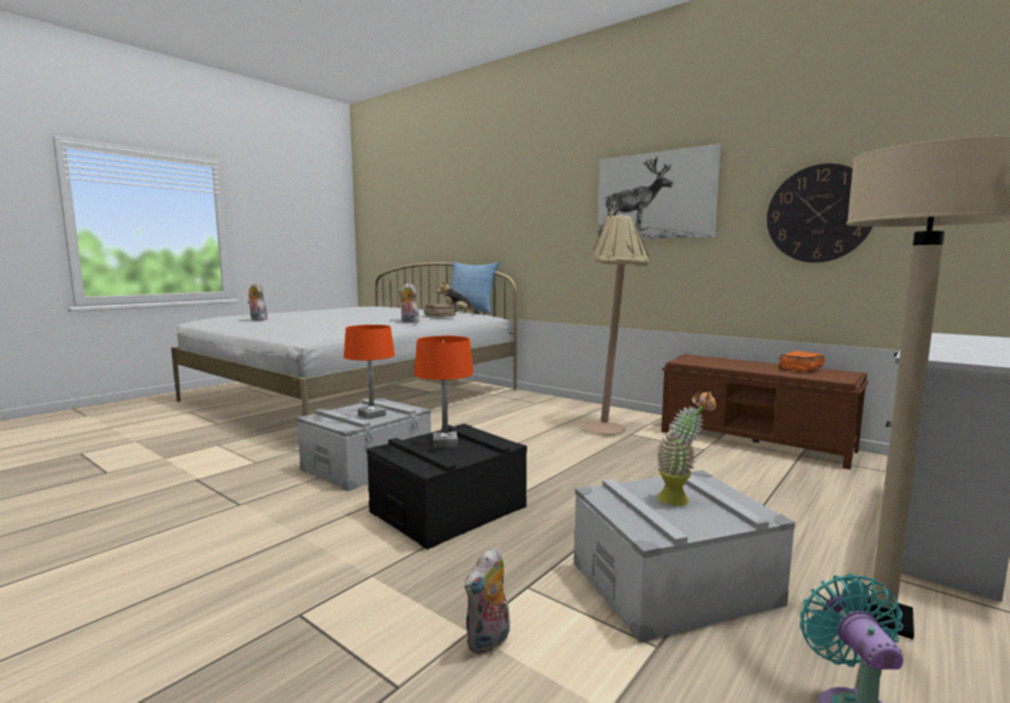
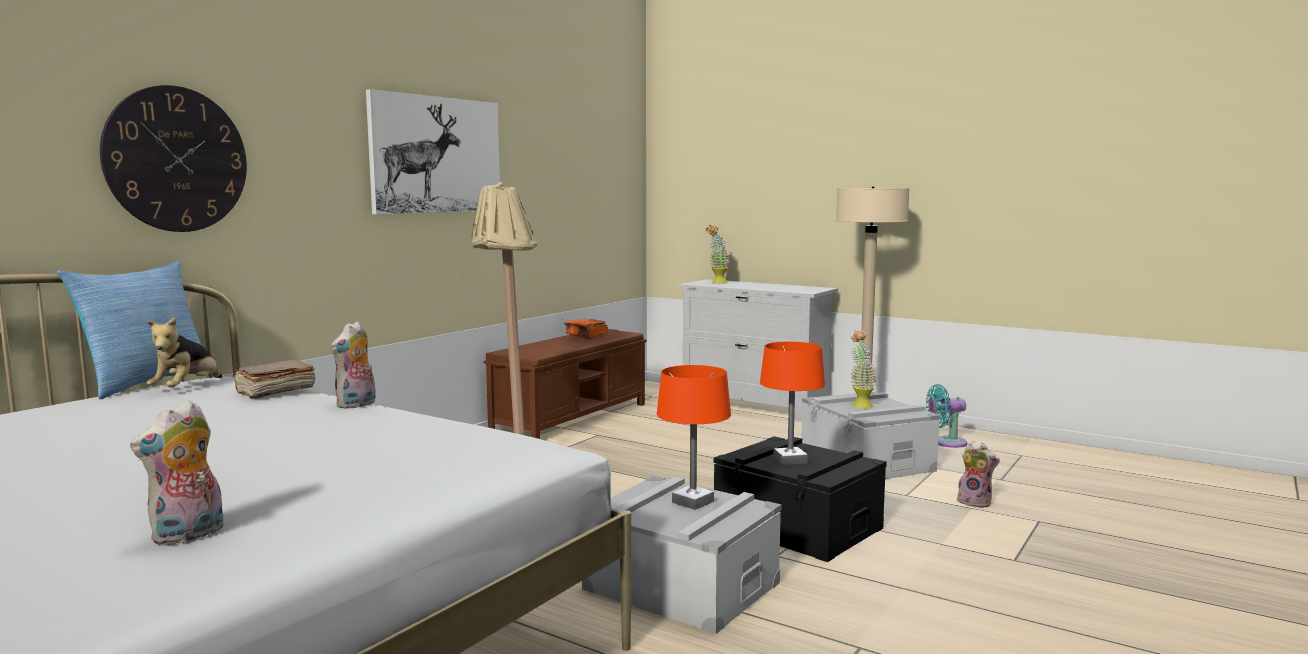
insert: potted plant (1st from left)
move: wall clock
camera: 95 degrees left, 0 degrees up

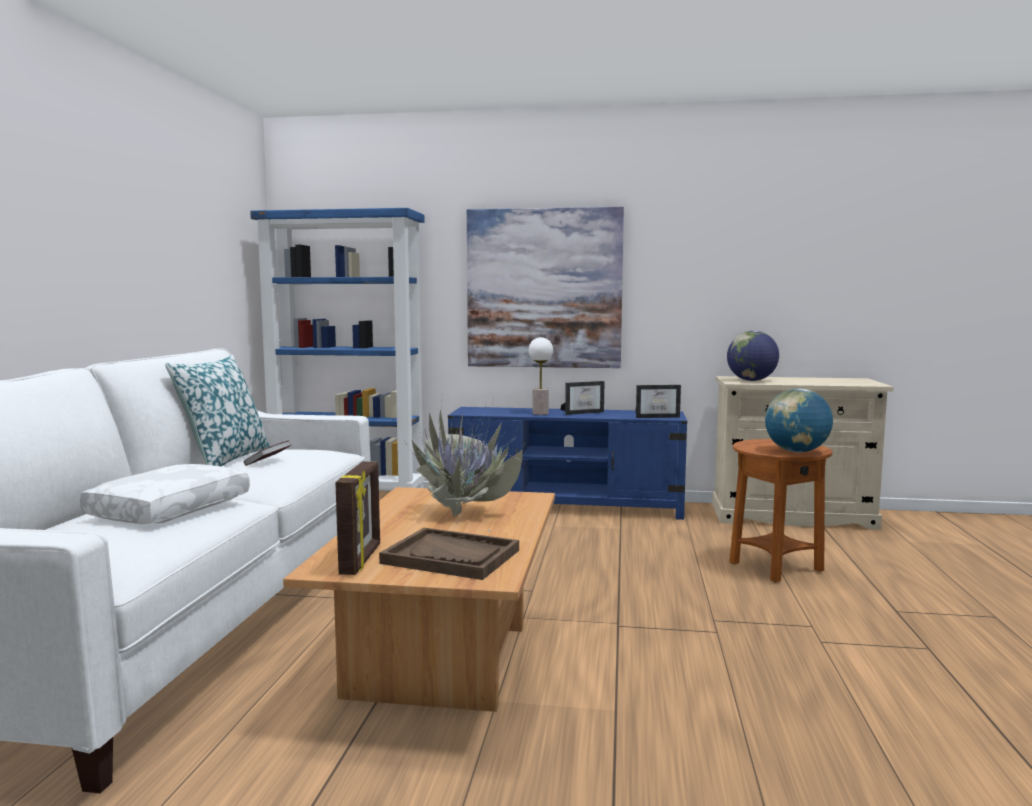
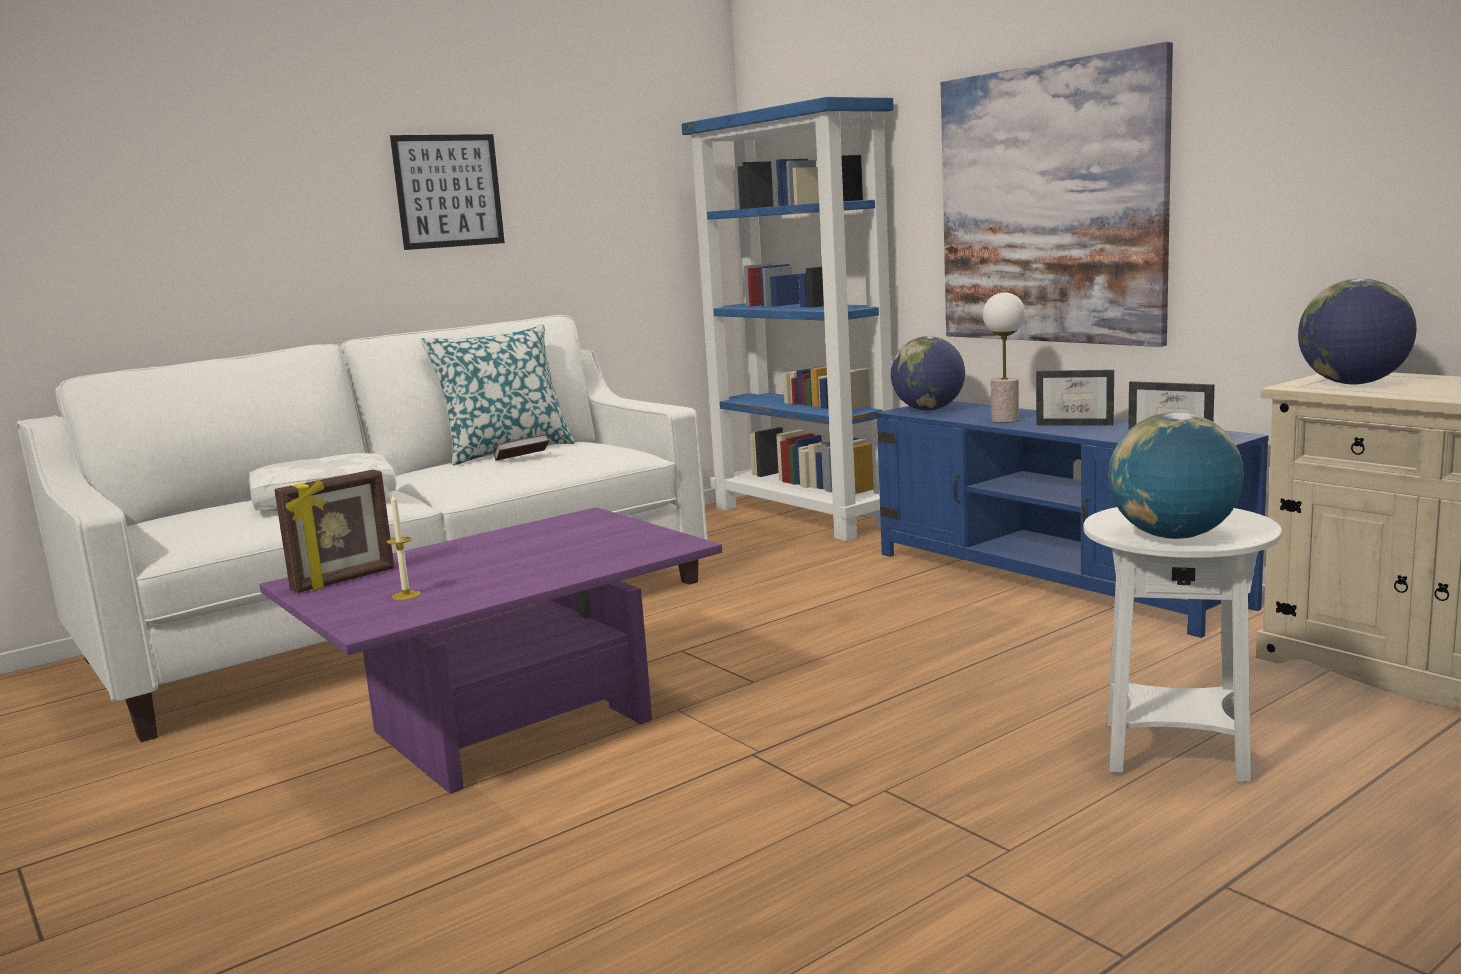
delete: potted plant
insert: picture (1st from left); globe (1st from left)
replace: tray in brown to candle
recolor: coffee table in brown to coffee table in purple; side table in brown to side table in white
camera: 45 degrees right, 5 degrees up

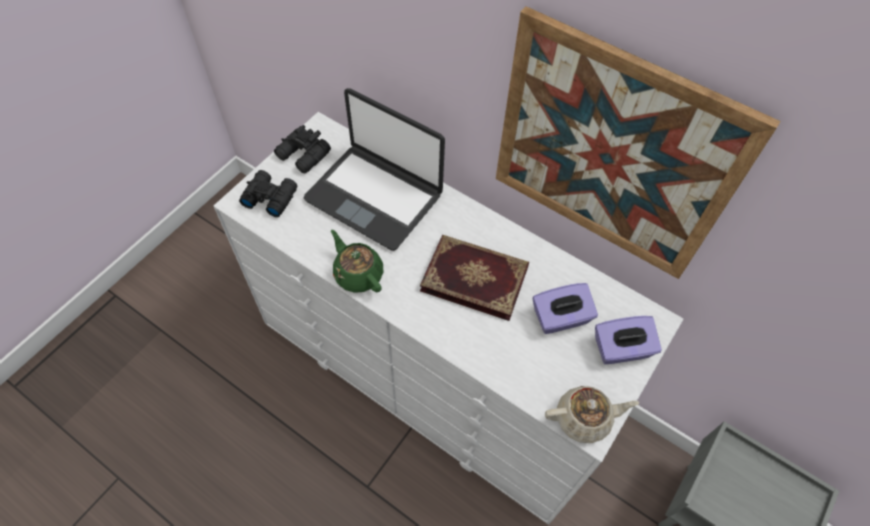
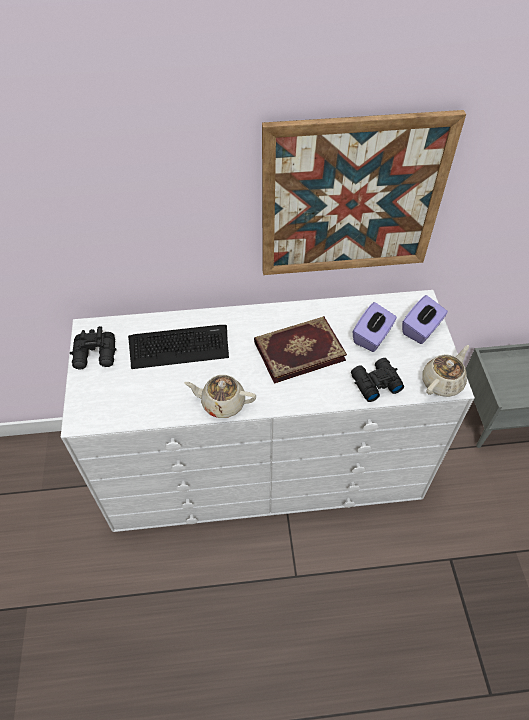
move: binoculars in black (1st from left in the first image) to binoculars in black (2nd from left)
replace: laptop to keyboard
recolor: teapot in green to teapot in beige (1st from left)
camera: 40 degrees left, 5 degrees down

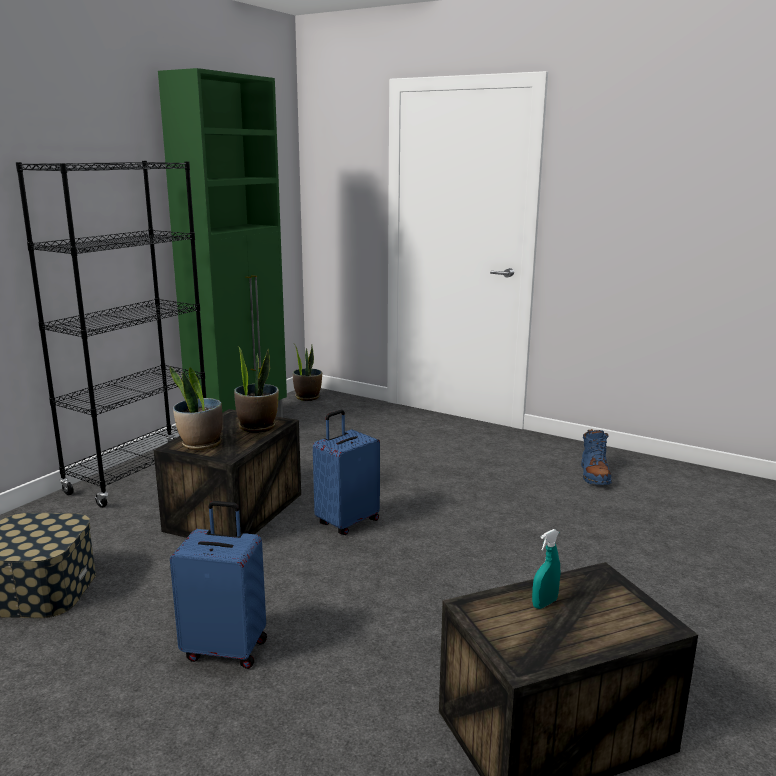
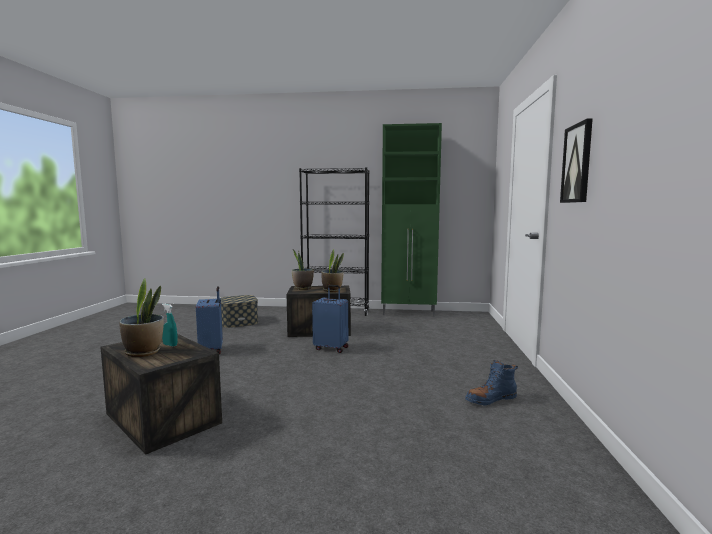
insert: picture
move: potted plant (3rd from left in the first image) to potted plant (1st from left)
camera: 65 degrees right, 10 degrees down

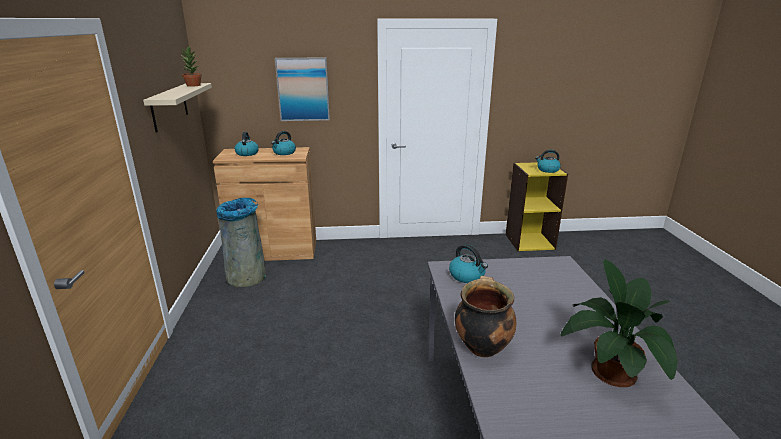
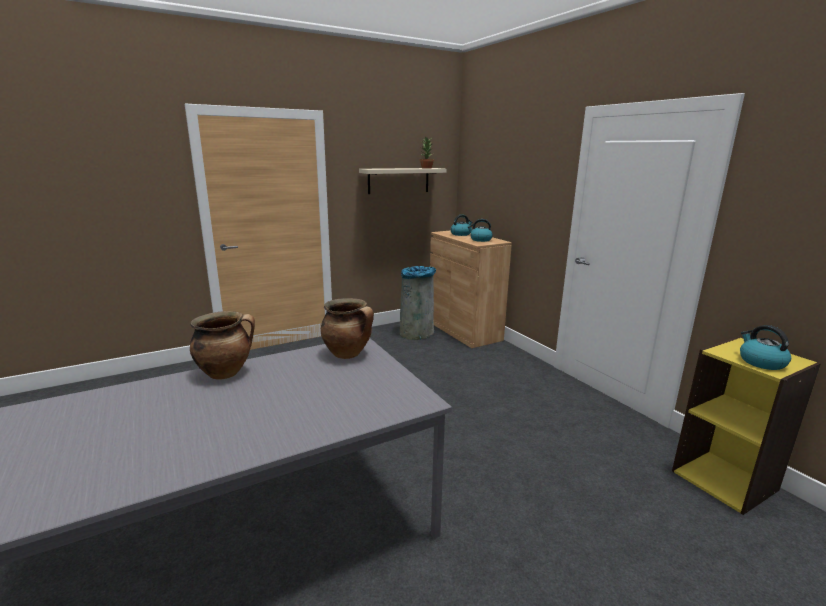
delete: picture; potted plant (2nd from left)
replace: kettle (3rd from left) to cooking pot (2nd from left)
camera: 65 degrees right, 5 degrees down

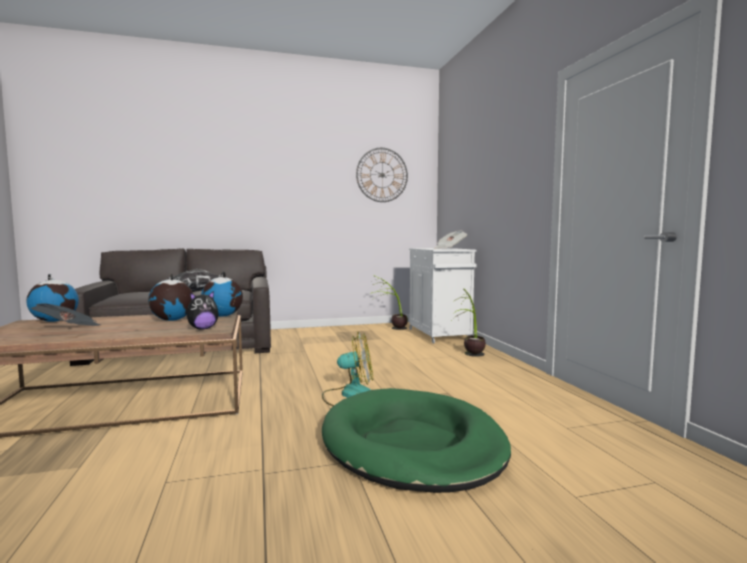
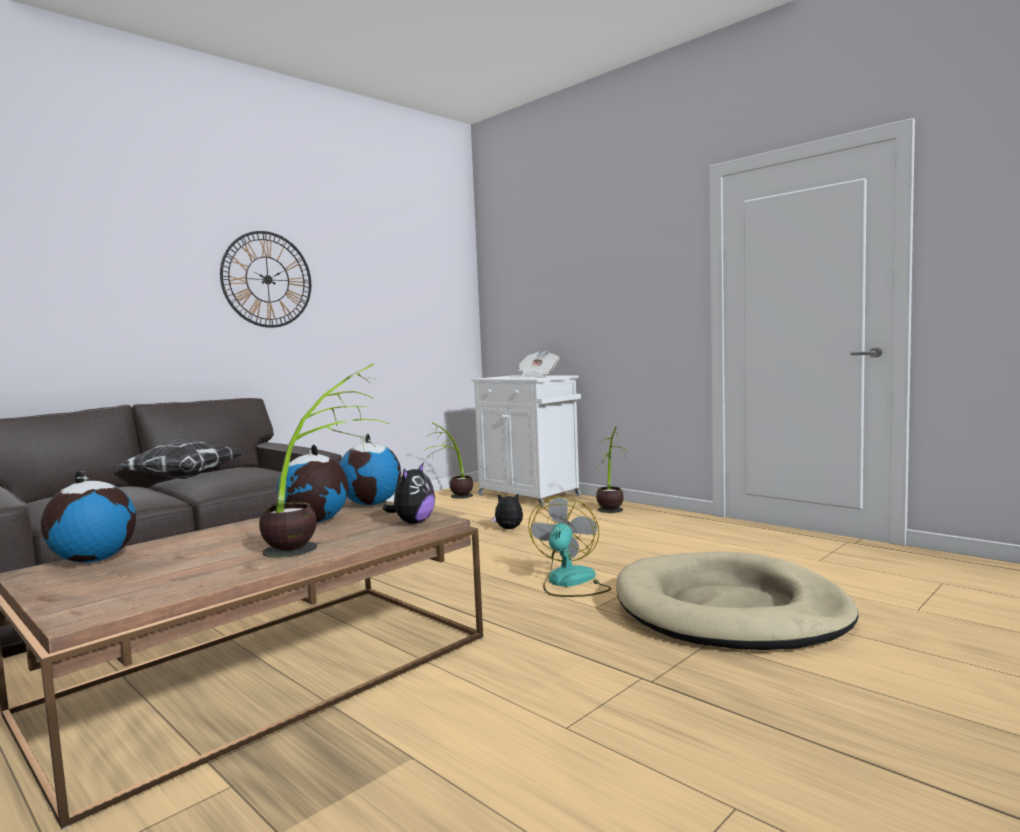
delete: newspaper (1st from left)
insert: potted plant (1st from left); plush toy (2nd from left)
move: wall clock
recolor: dog bed in green to dog bed in beige
rotate: fan 45 degrees counterclockwise
camera: 30 degrees left, 0 degrees up

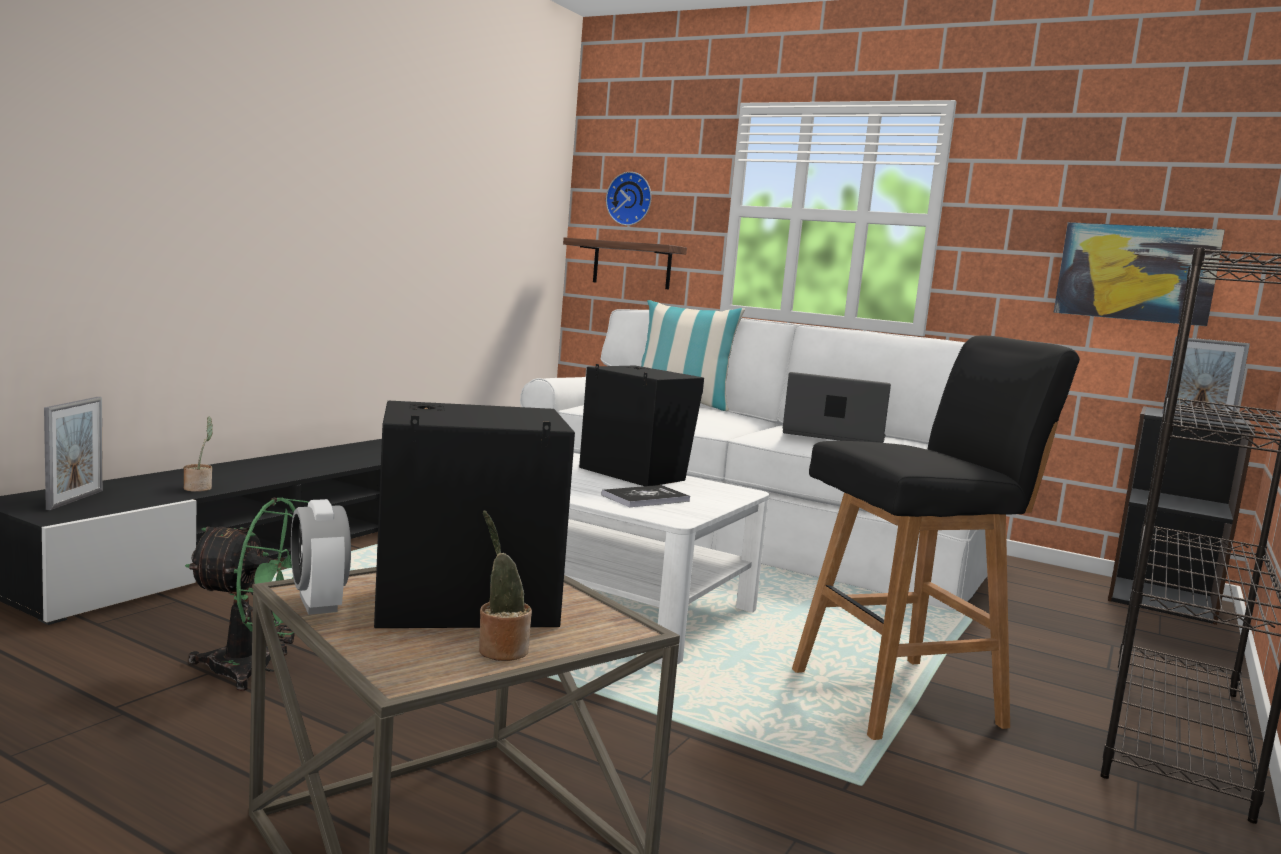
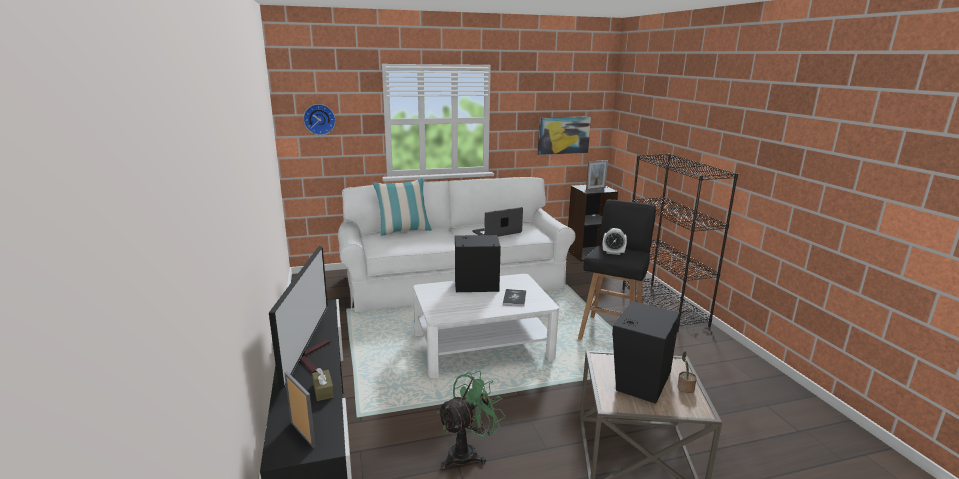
delete: shelf
insert: television
move: alarm clock
replace: potted plant (1st from left) to tissue box in brown
camera: 45 degrees left, 10 degrees up

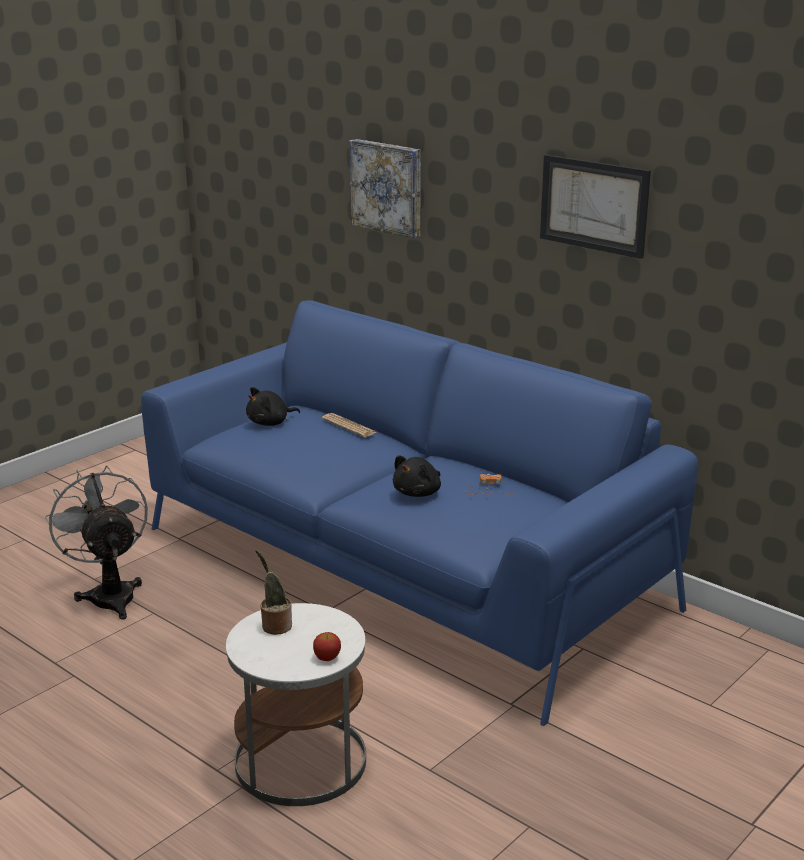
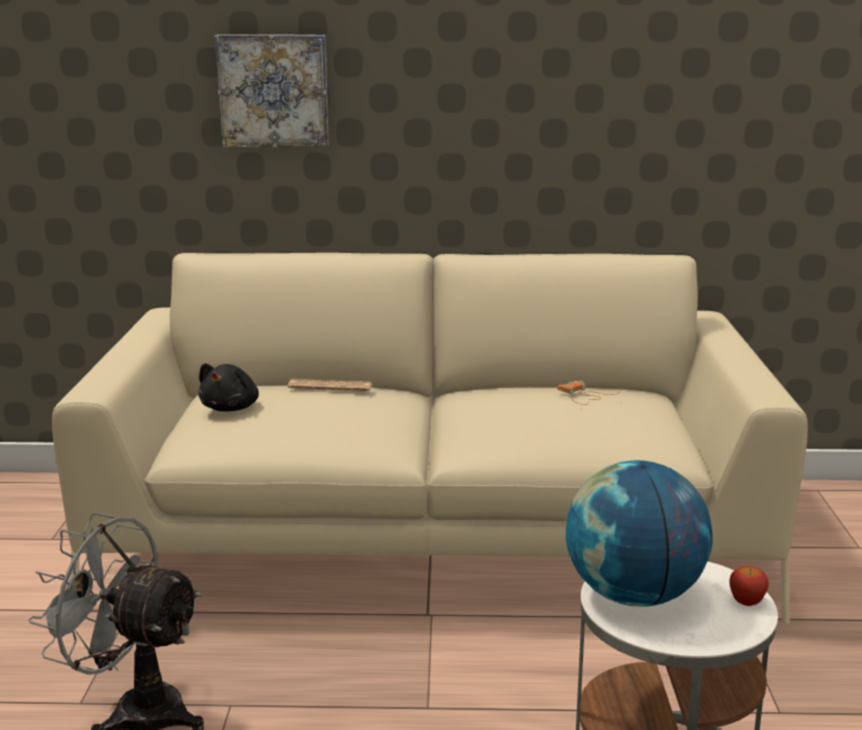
delete: plush toy in black (2nd from left); picture (2nd from left)
replace: potted plant to globe
recolor: sofa in blue to sofa in beige
camera: 40 degrees left, 5 degrees down

